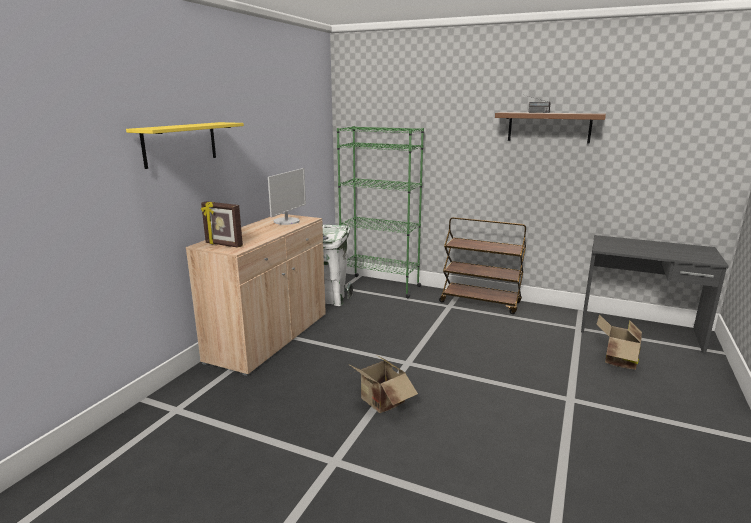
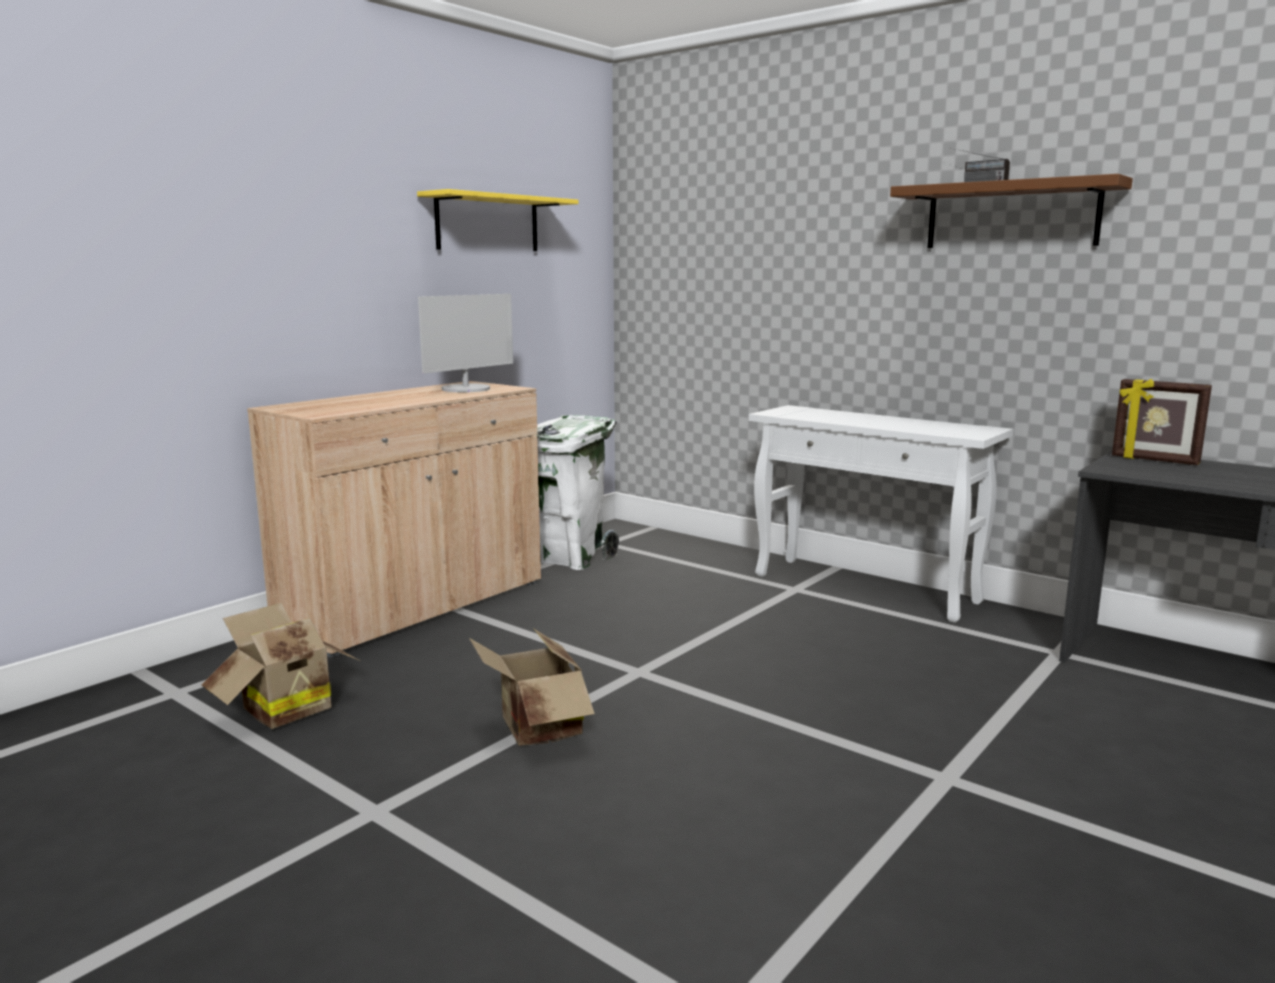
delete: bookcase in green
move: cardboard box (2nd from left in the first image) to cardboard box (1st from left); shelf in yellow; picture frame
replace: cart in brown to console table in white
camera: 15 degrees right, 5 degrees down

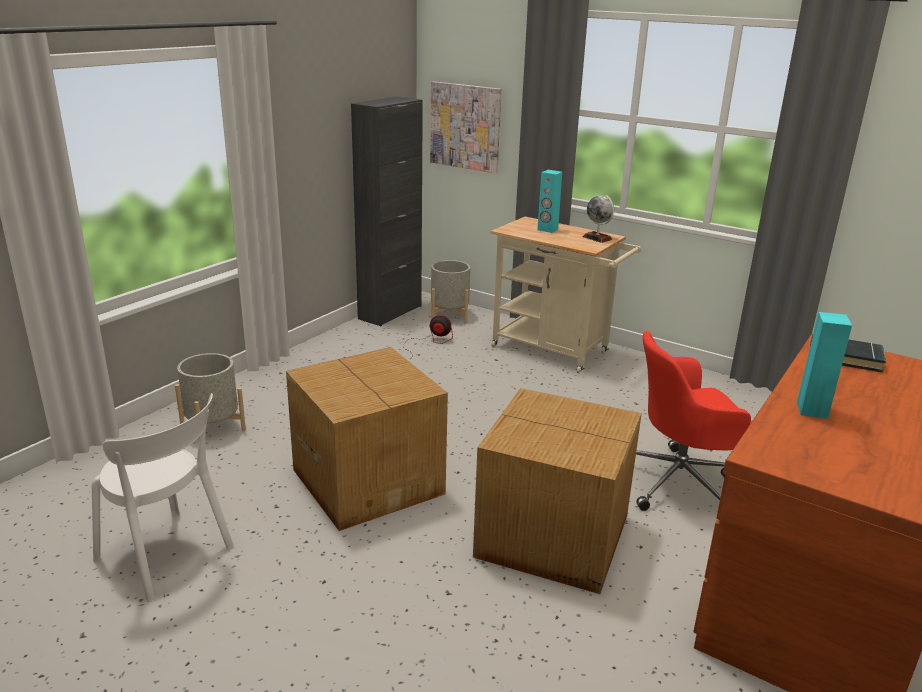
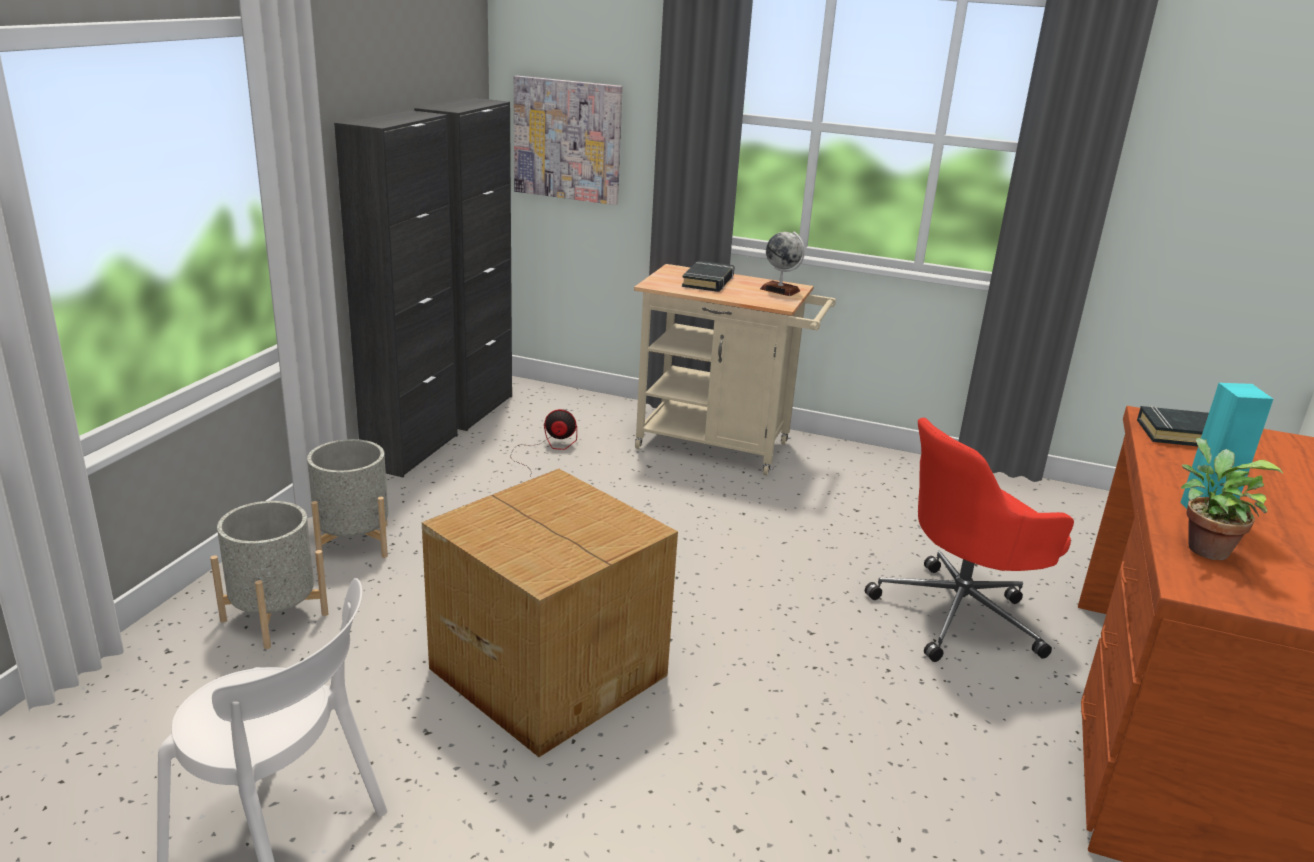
delete: cardboard box (2nd from left)
insert: cabinet in black (1st from left); potted plant
move: planter in grey (2nd from left)
replace: speaker in turquoise (1st from left) to book in black (1st from left)
camera: 15 degrees left, 0 degrees up

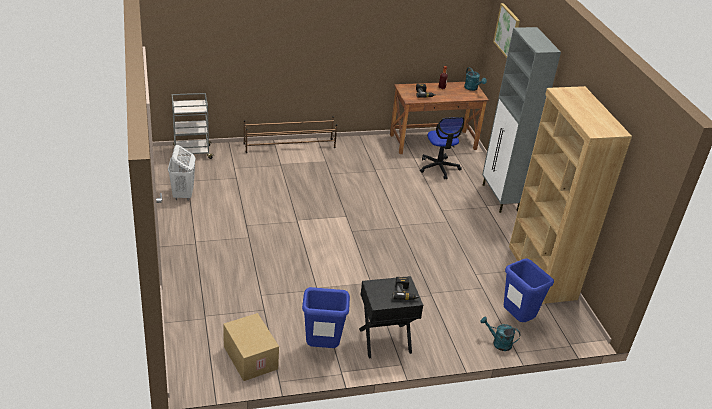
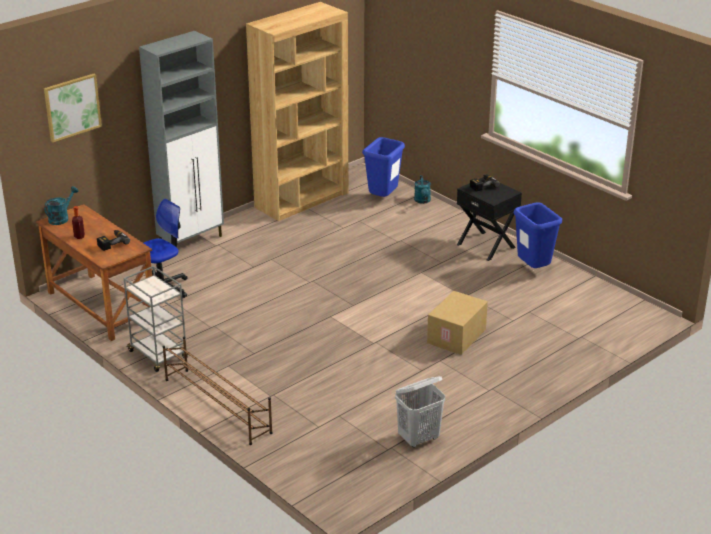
move: cart in grey; cardboard box
camera: 115 degrees left, 5 degrees down

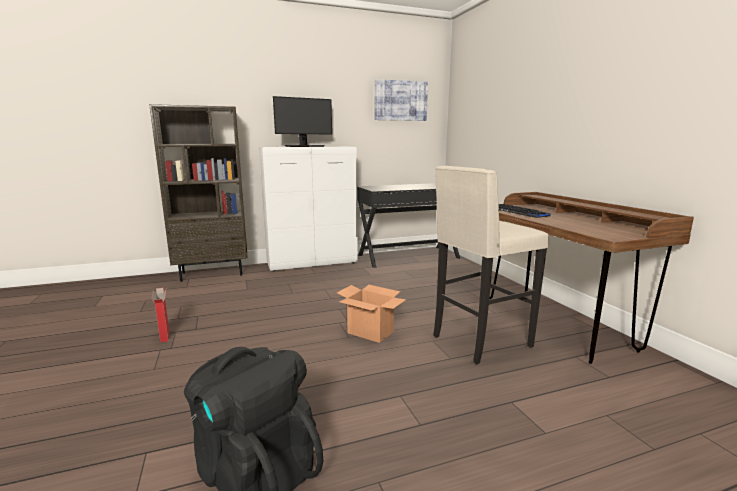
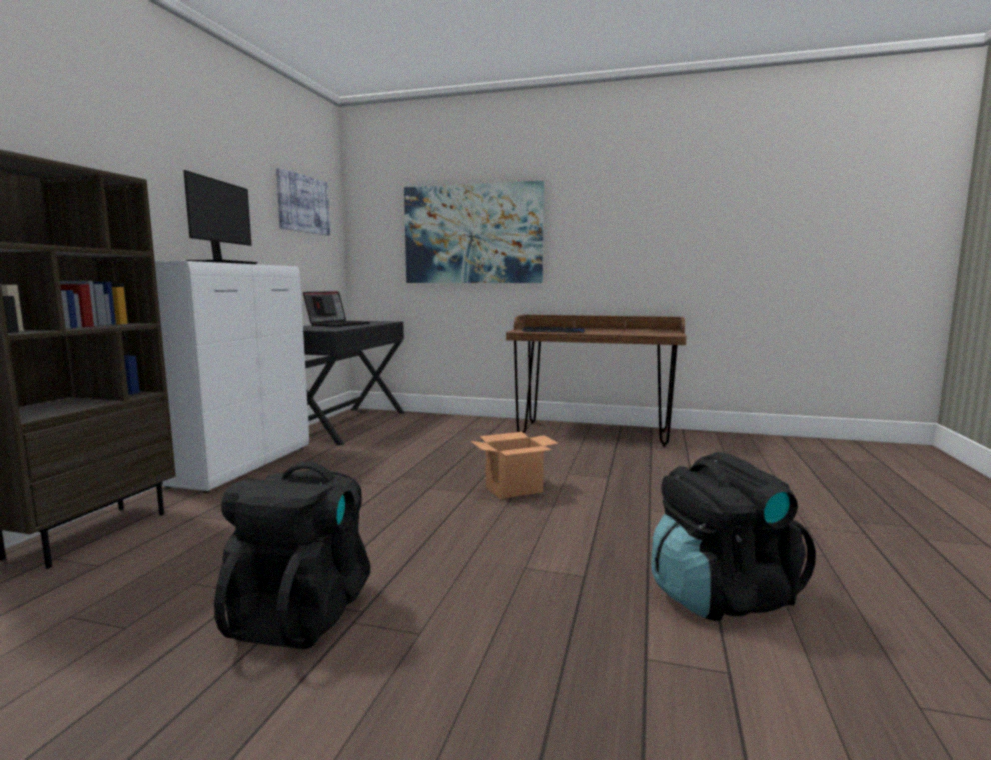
delete: stool in beige
insert: laptop; picture (2nd from left)
replace: cardboard box (1st from left) to backpack in black (1st from left)
camera: 55 degrees left, 5 degrees down

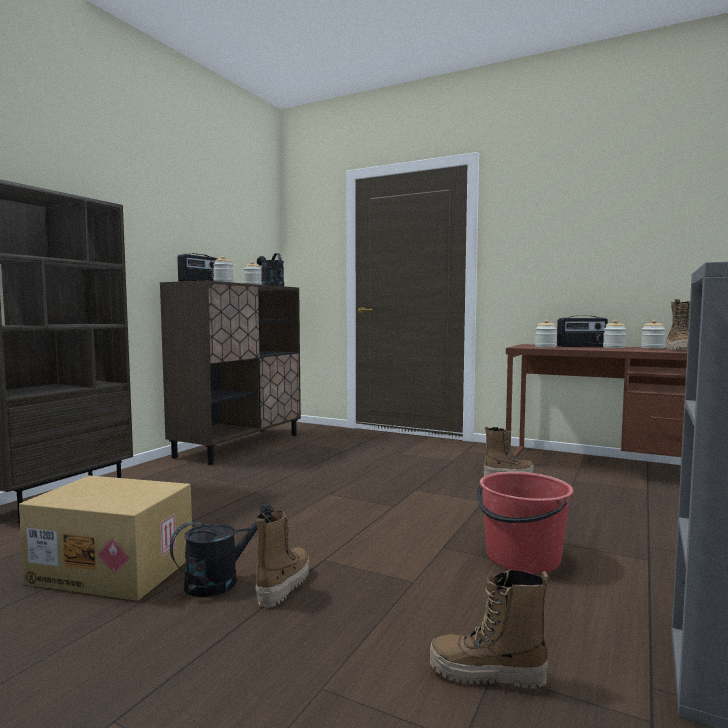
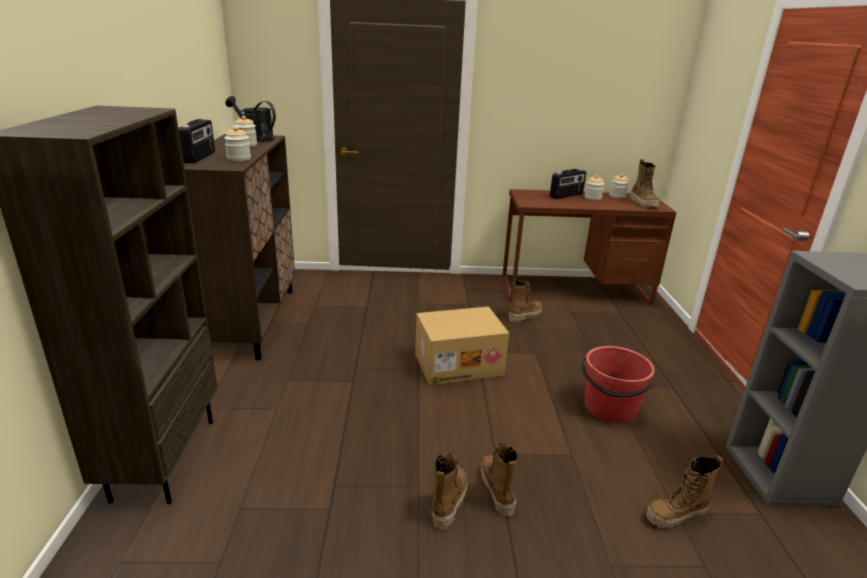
delete: jar (3rd from left)
move: cardboard box
replace: watering can in black (1st from left) to boot (1st from left)
camera: 30 degrees left, 20 degrees up

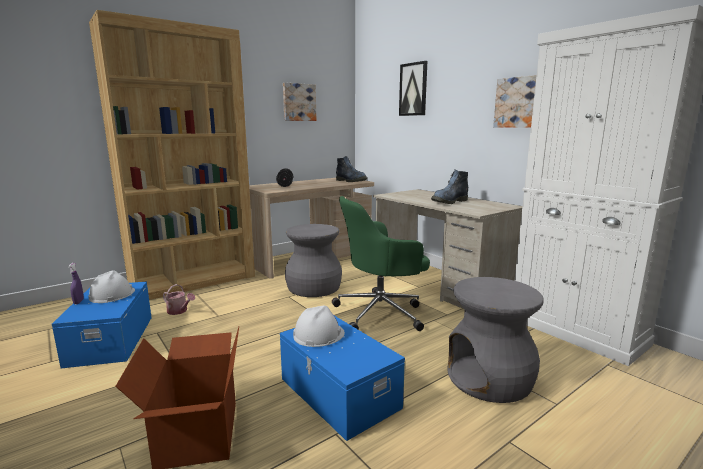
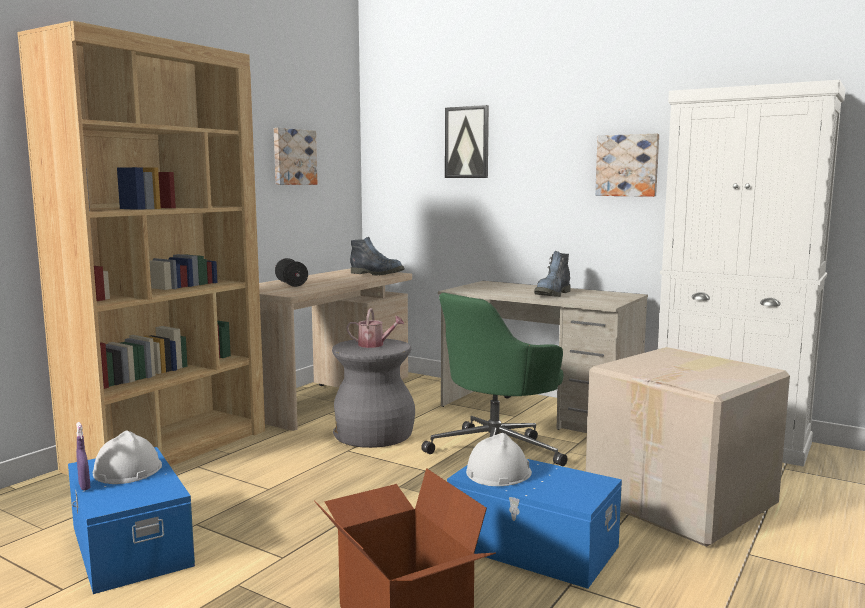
move: watering can
replace: stool in grey (2nd from left) to cardboard box (2nd from left)
camera: 20 degrees left, 5 degrees down

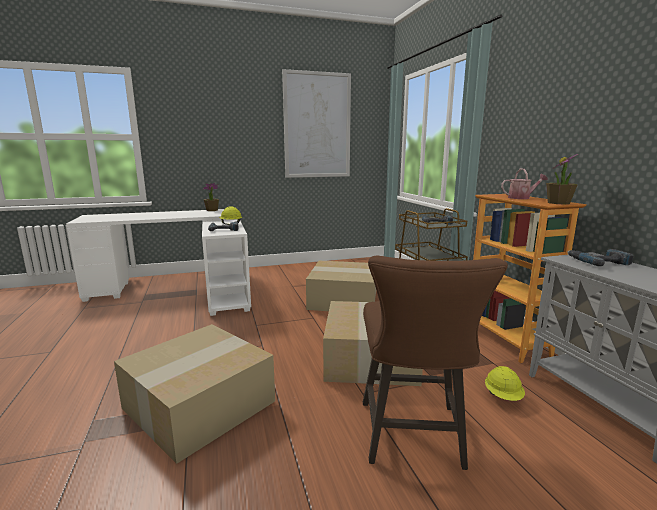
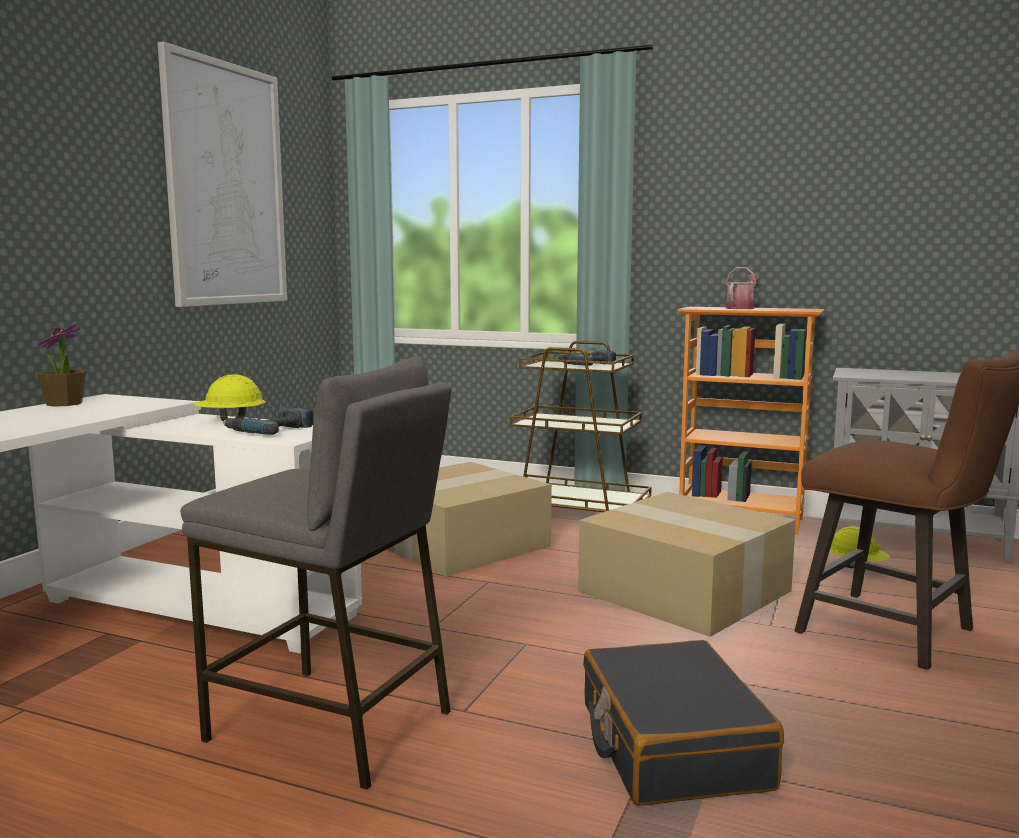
delete: potted plant (2nd from left); power drill (3rd from left)
insert: stool in grey
replace: cardboard box (1st from left) to suitcase in black
camera: 50 degrees left, 5 degrees down

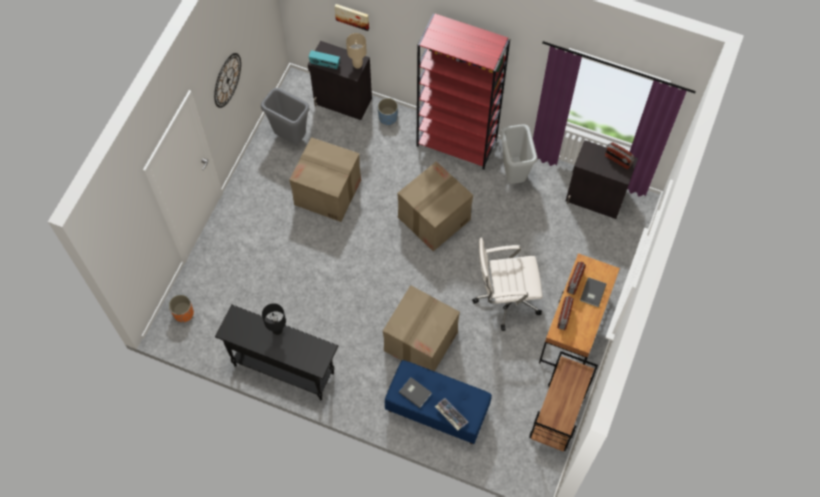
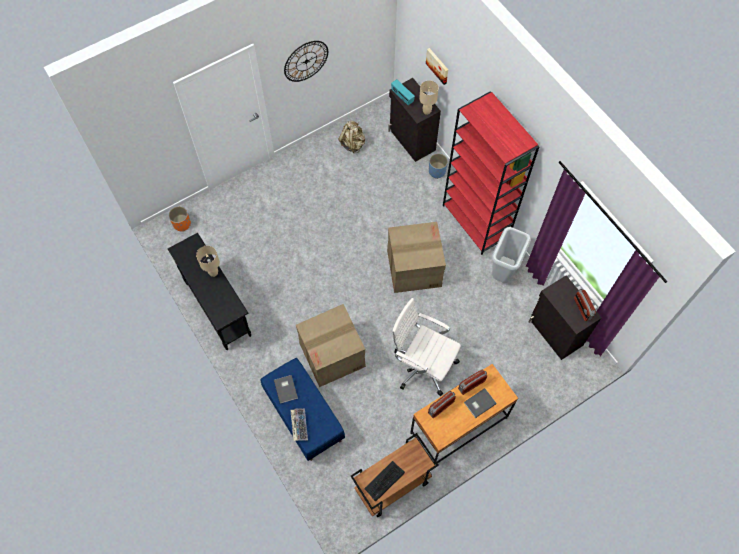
delete: cardboard box (1st from left)
insert: keyboard (2nd from left)
replace: trash can in grey (1st from left) to backpack in beige
recolor: table lamp in black to table lamp in beige (1st from left)
camera: 35 degrees right, 0 degrees up

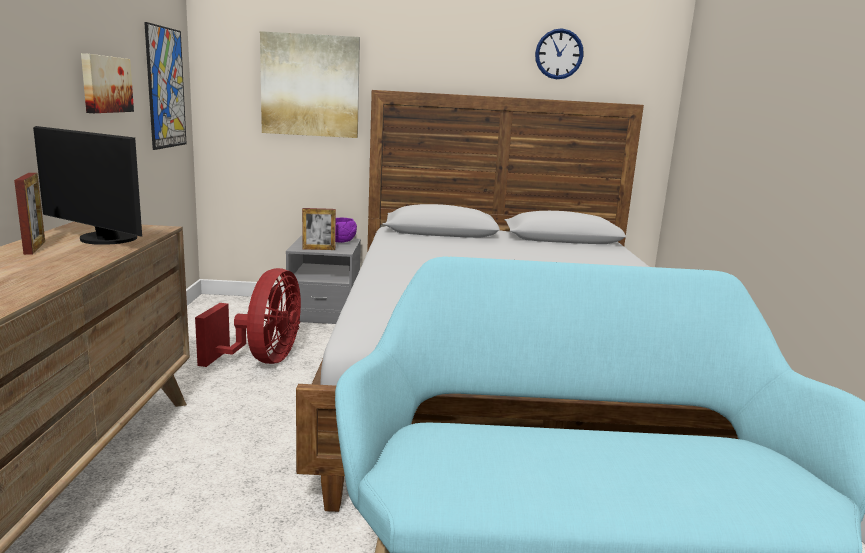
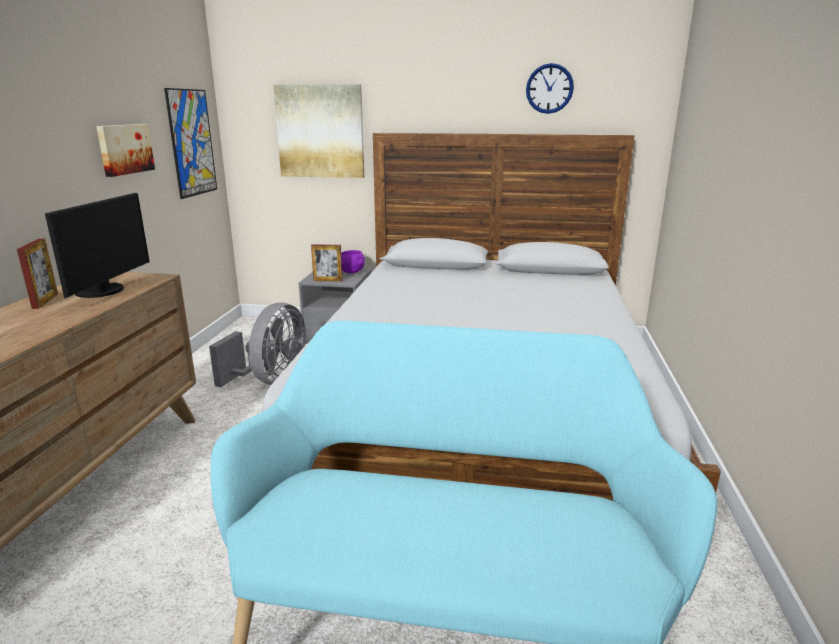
recolor: fan in red to fan in grey
rotate: monitor 120 degrees counterclockwise
camera: 10 degrees right, 5 degrees up

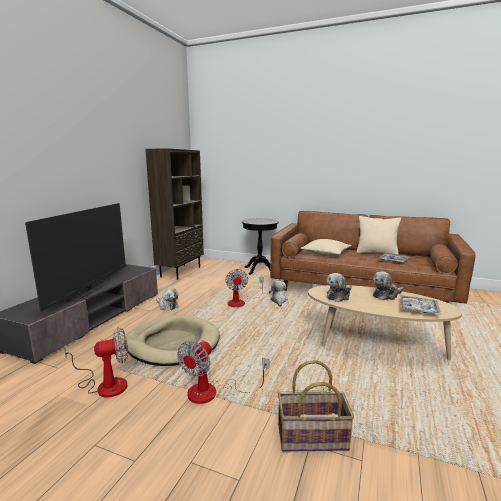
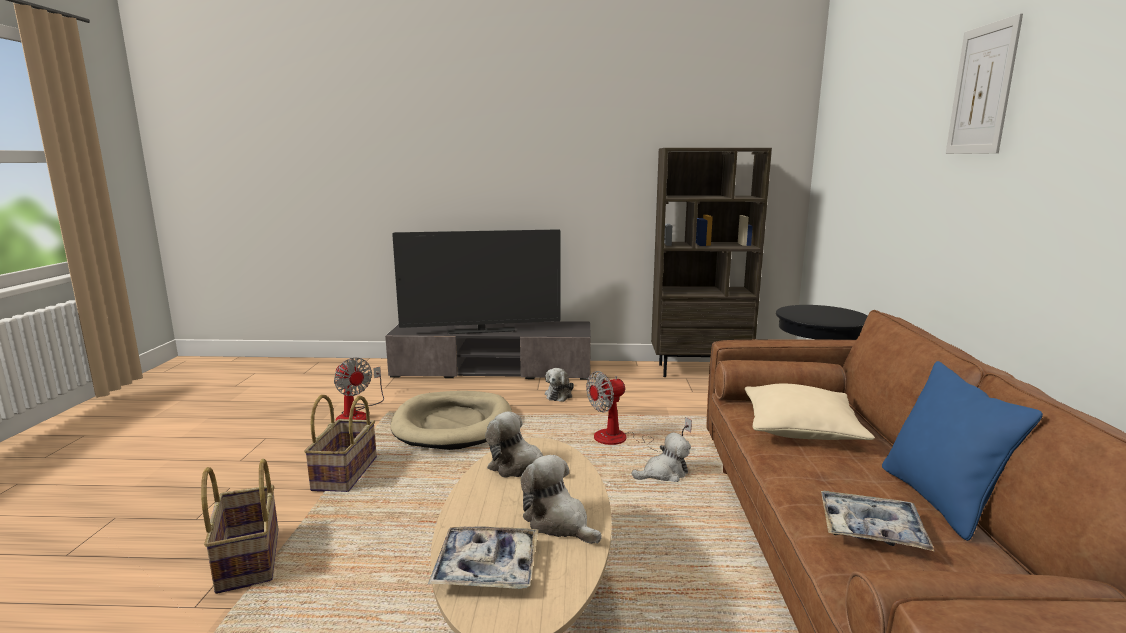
insert: picture
replace: fan (2nd from left) to basket (2nd from left)
recolor: pillow in beige (2nd from left) to pillow in blue
camera: 70 degrees right, 0 degrees up

